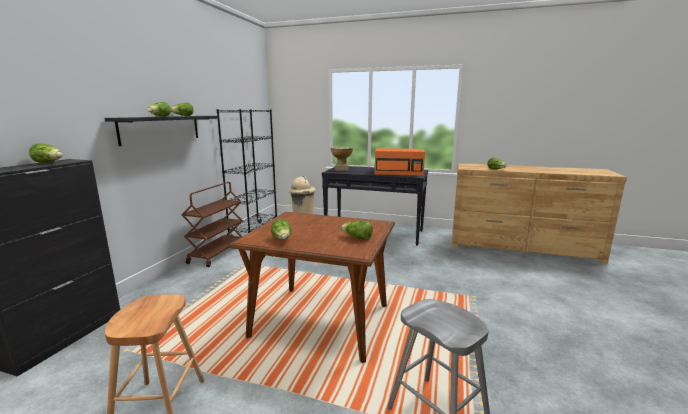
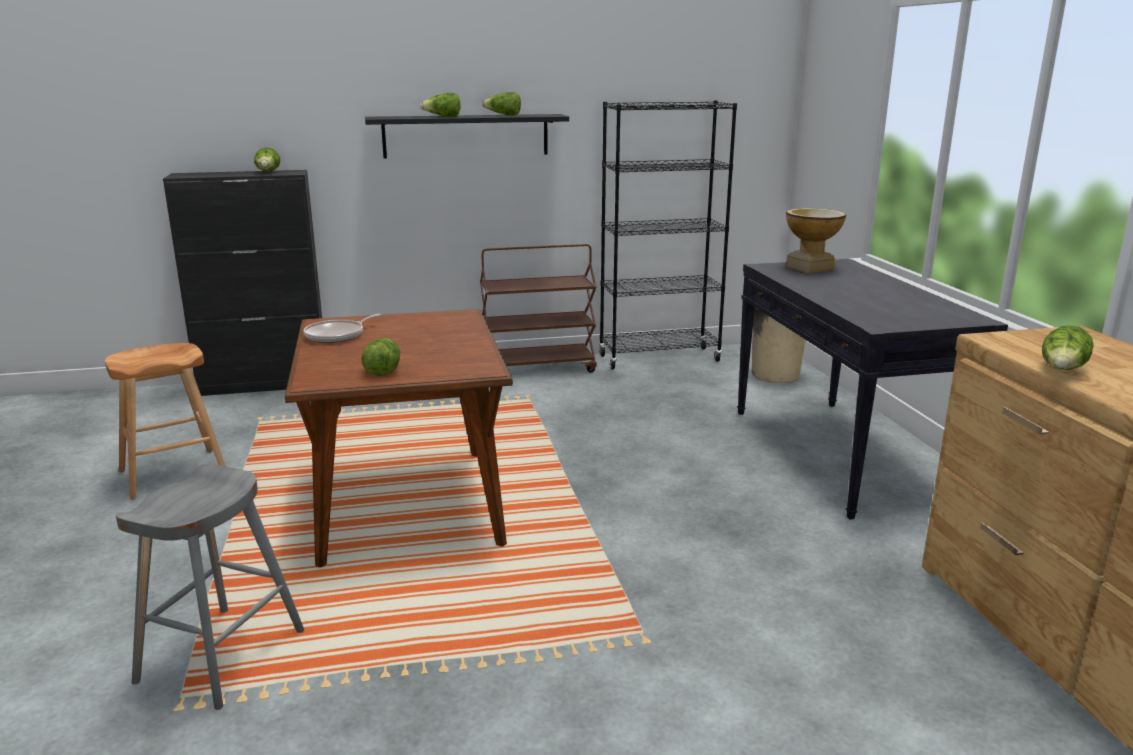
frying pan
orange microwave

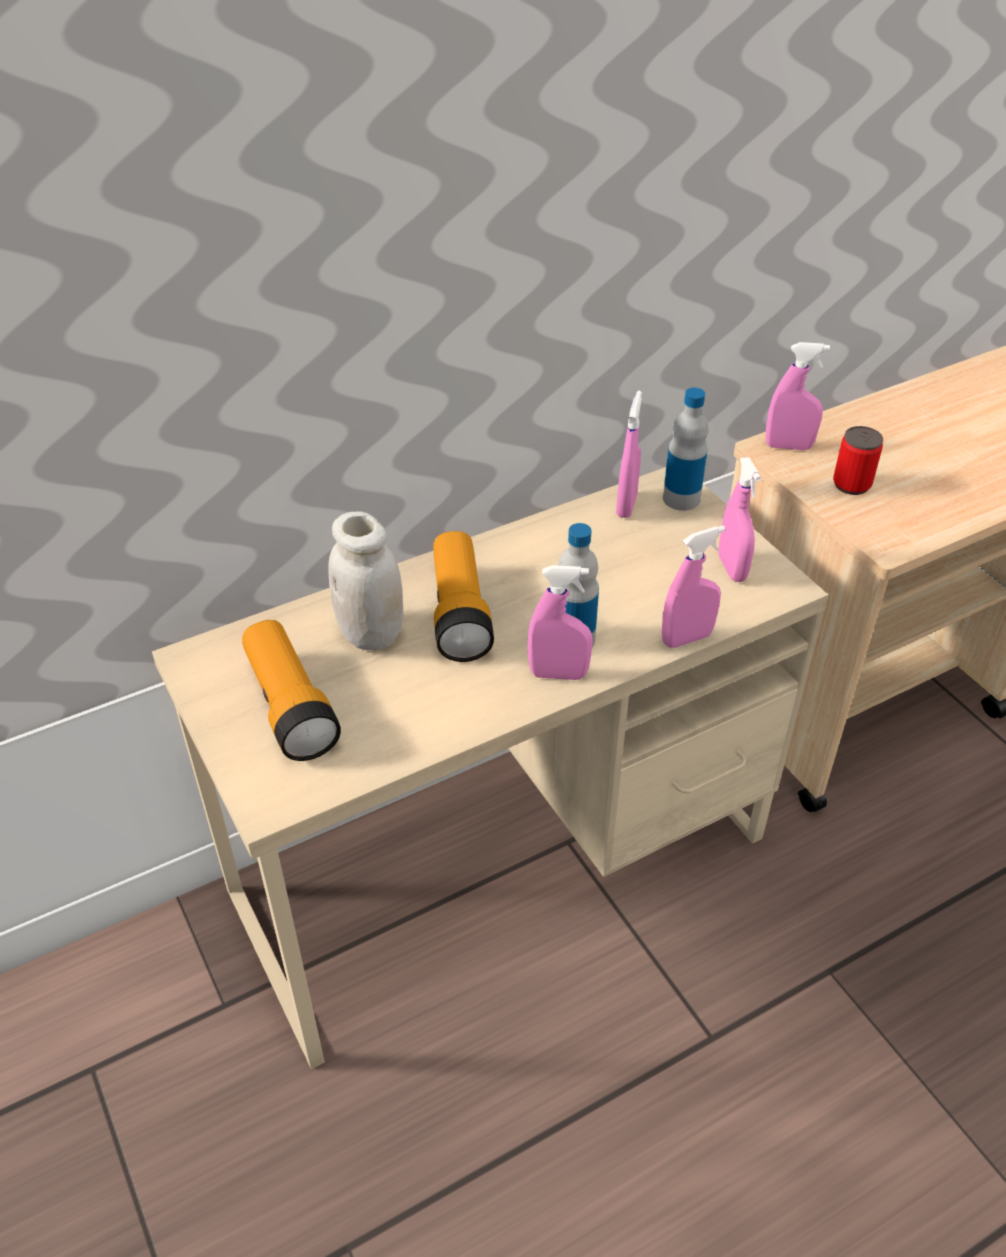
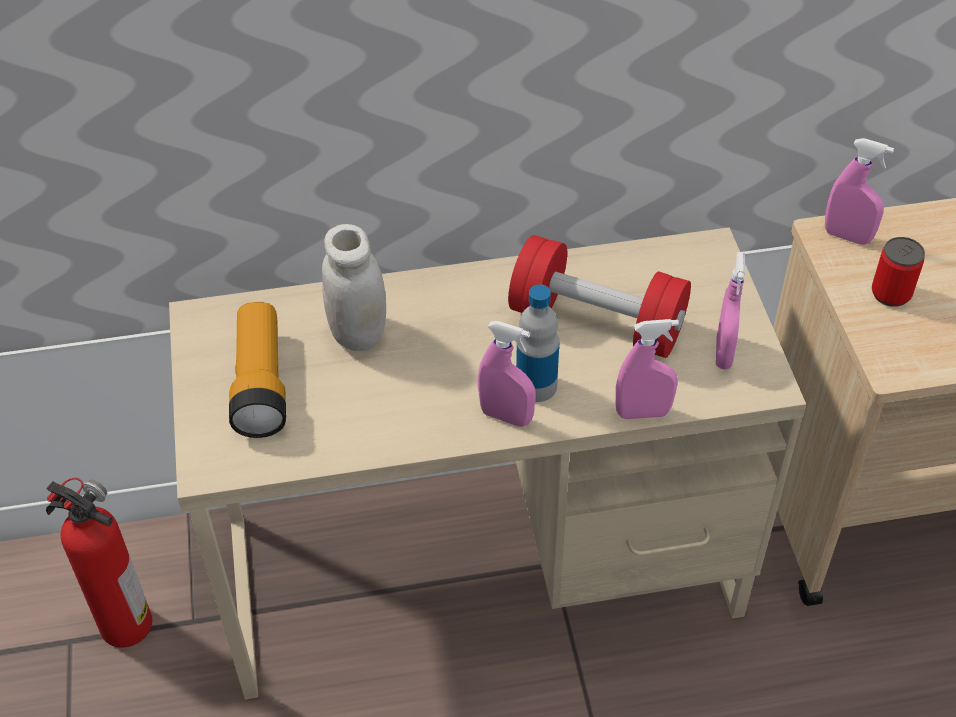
flashlight (2nd from left in the first image)
pink spray bottle (2nd from left in the first image)
bottle (2nd from left in the first image)
fire extinguisher
red dumbbell

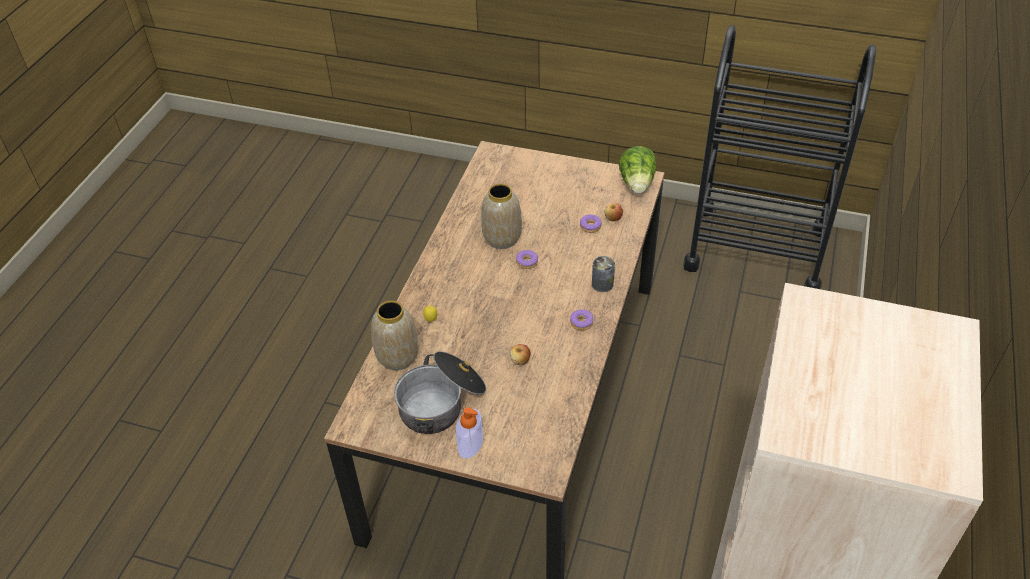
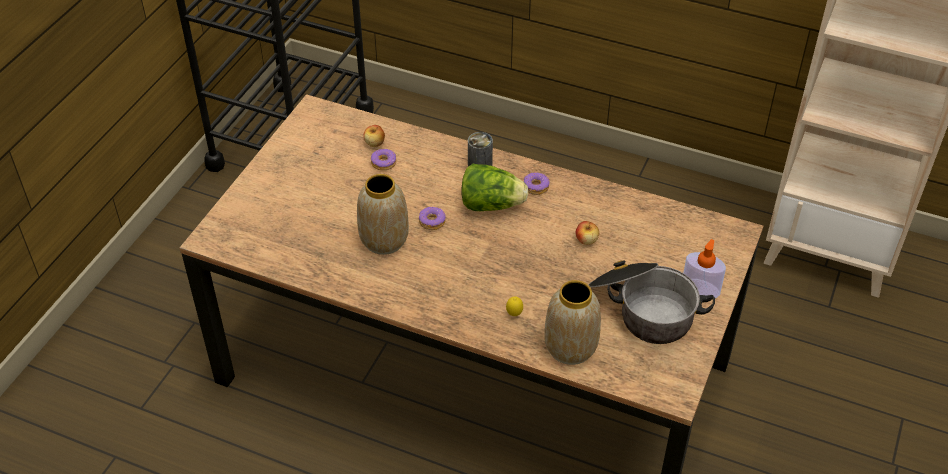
lettuce

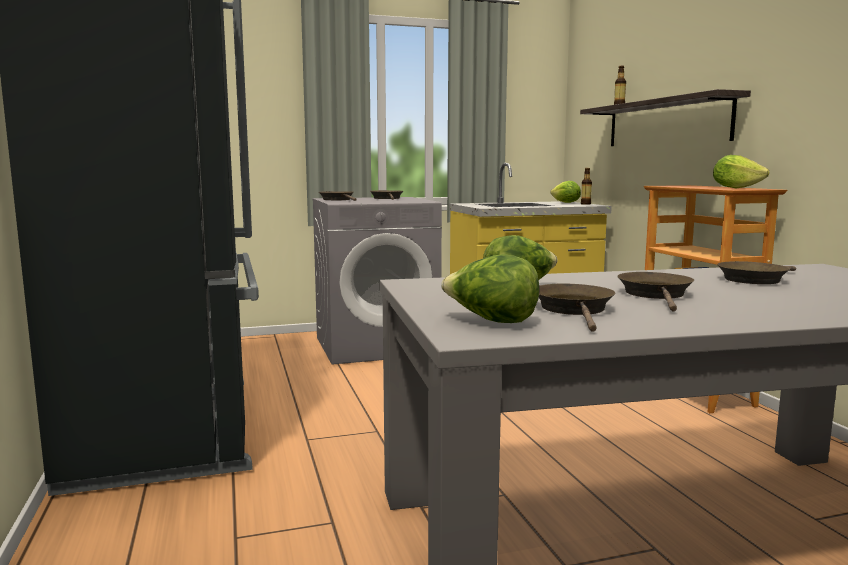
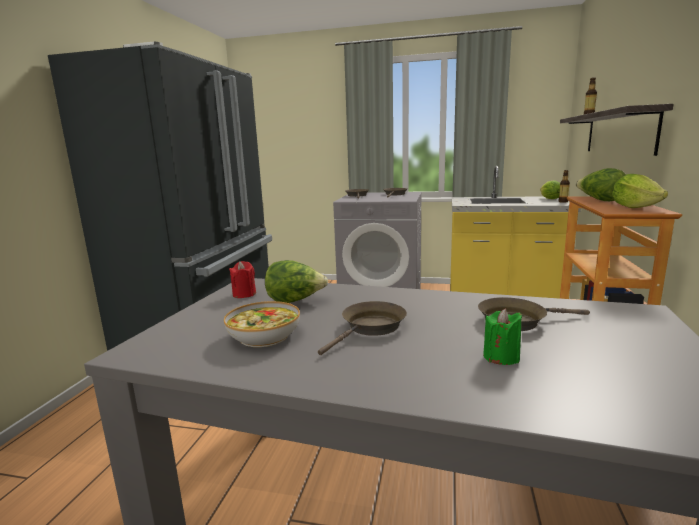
lettuce (3rd from left)
bowl
red candle
green candle

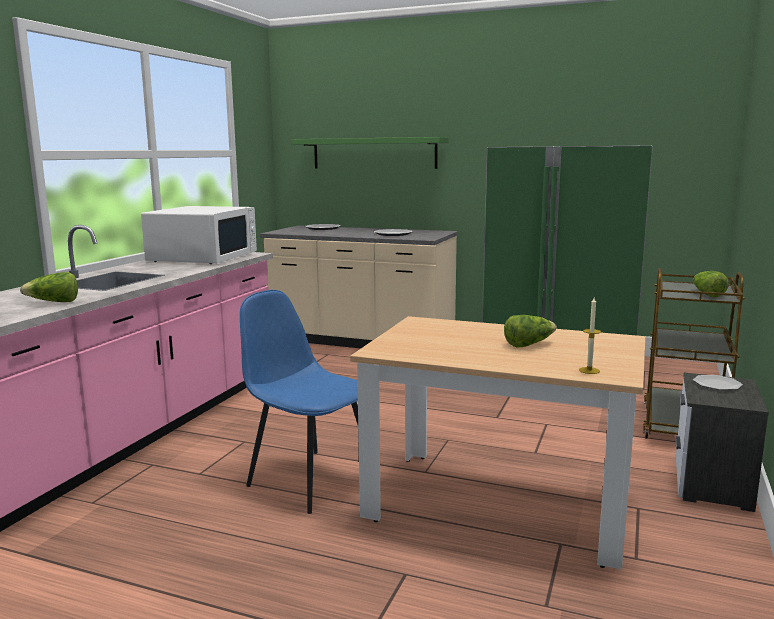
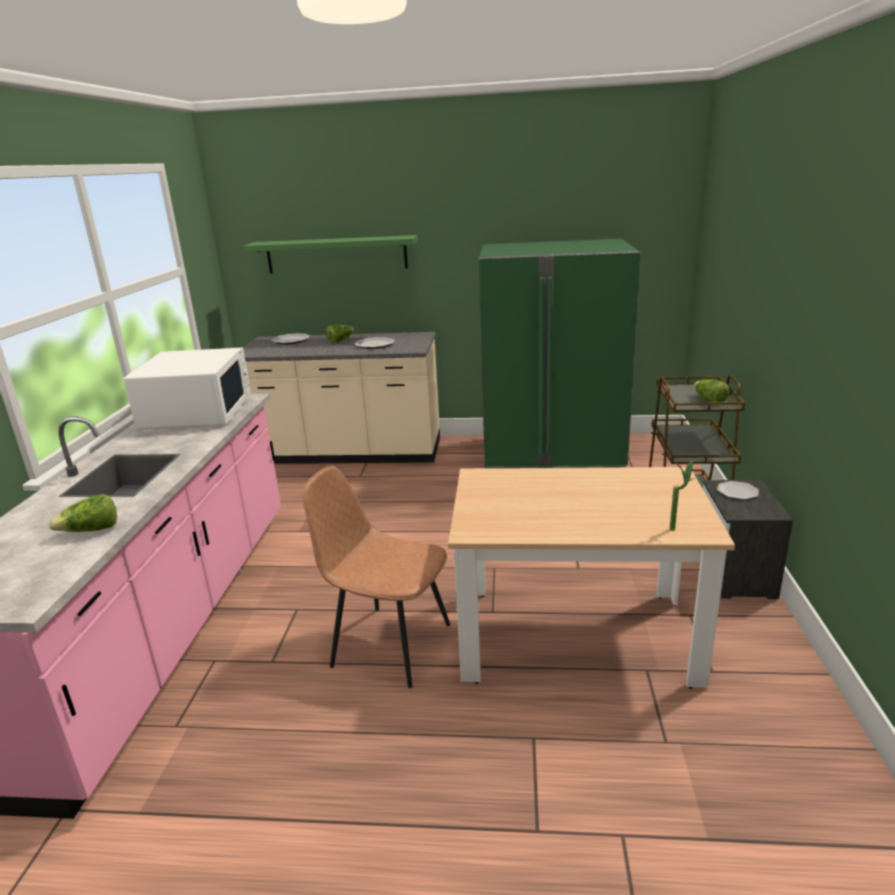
brown chair
lettuce (2nd from left)
potted plant

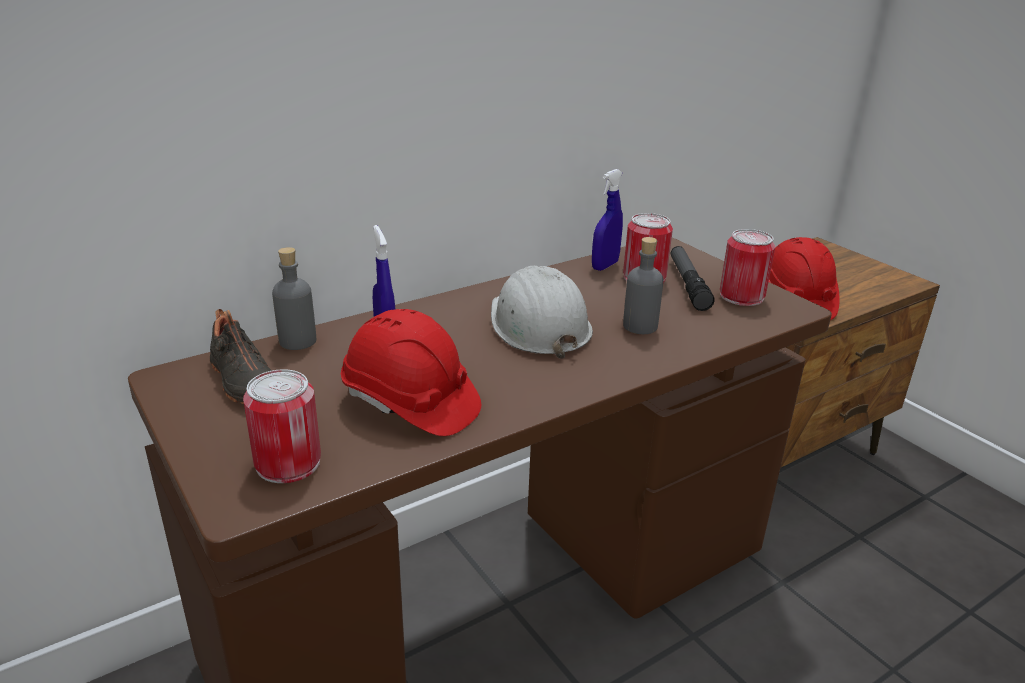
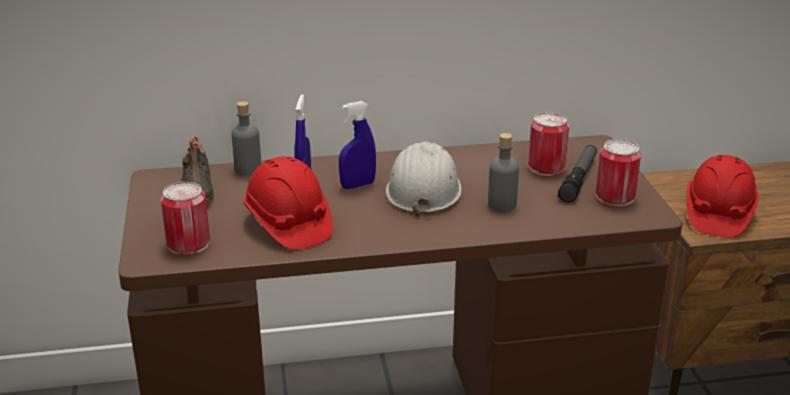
blue spray bottle (2nd from left)

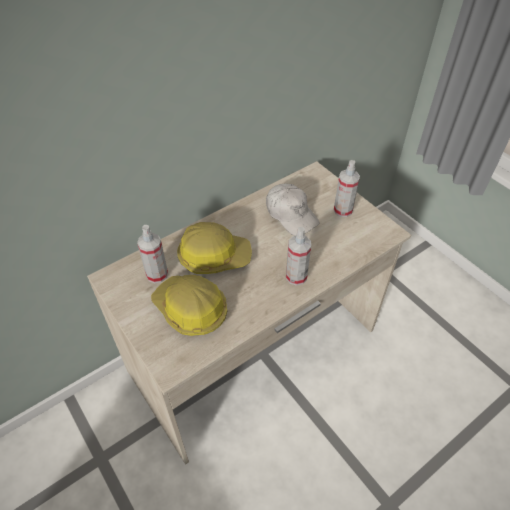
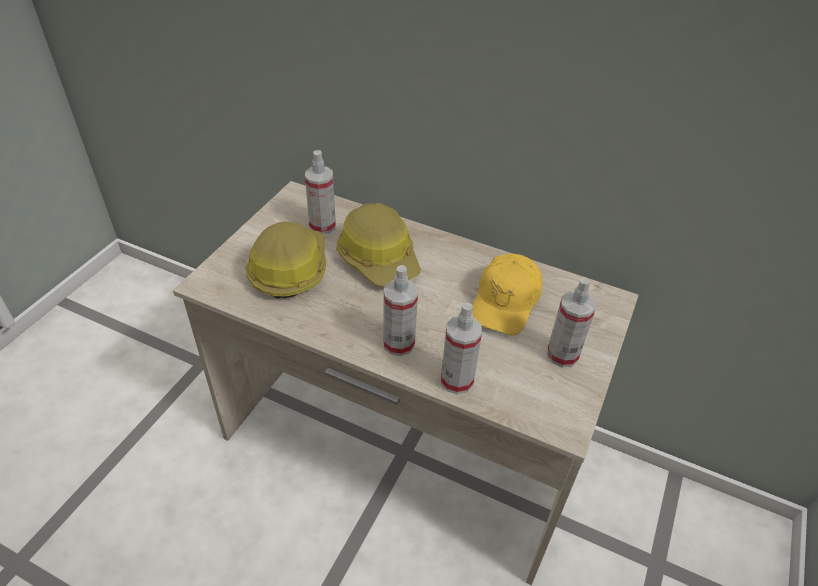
yellow cap
spray bottle (3rd from left)

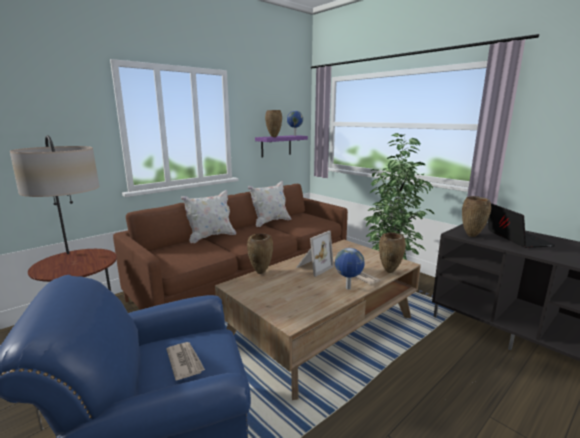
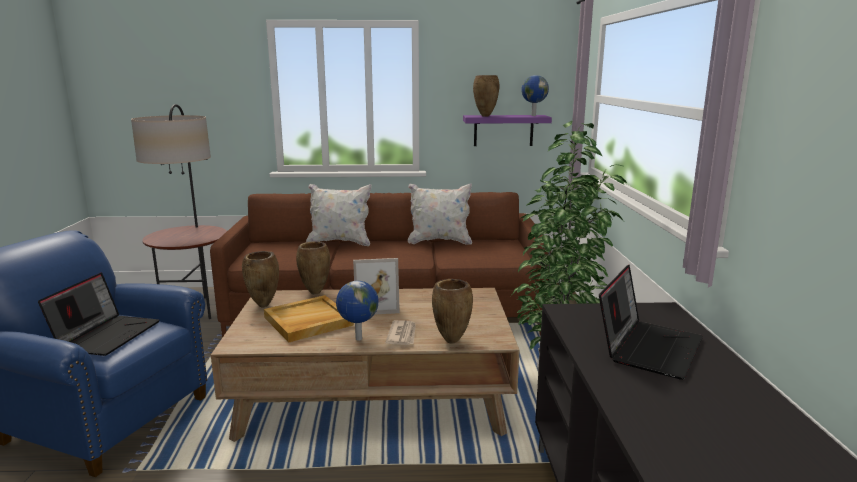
laptop (1st from left)
brown vase (1st from left)
beige tray

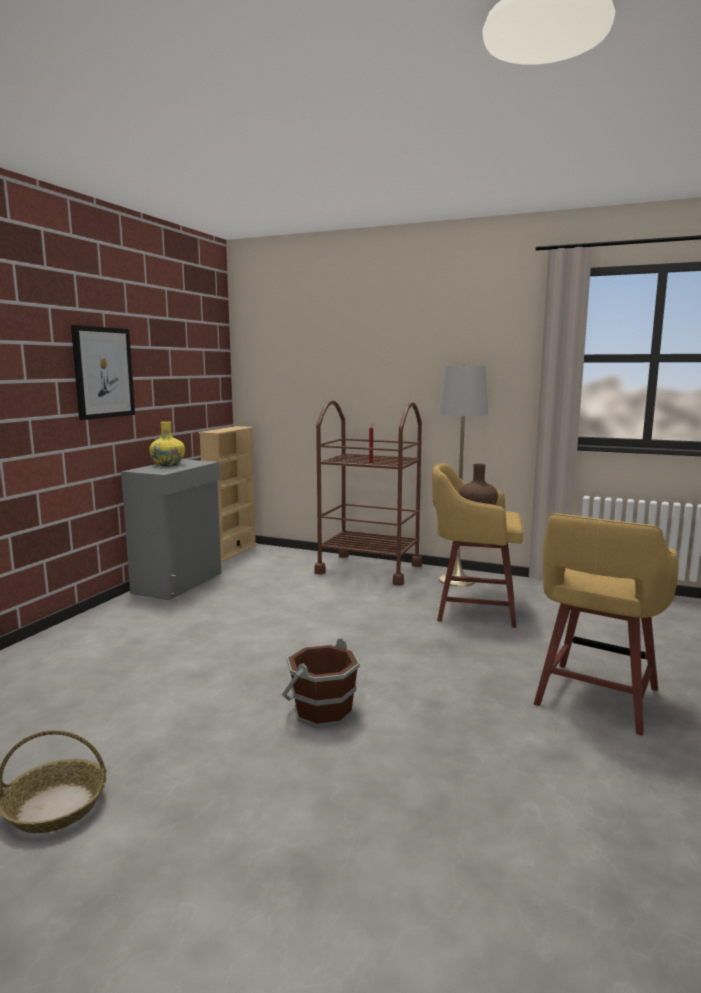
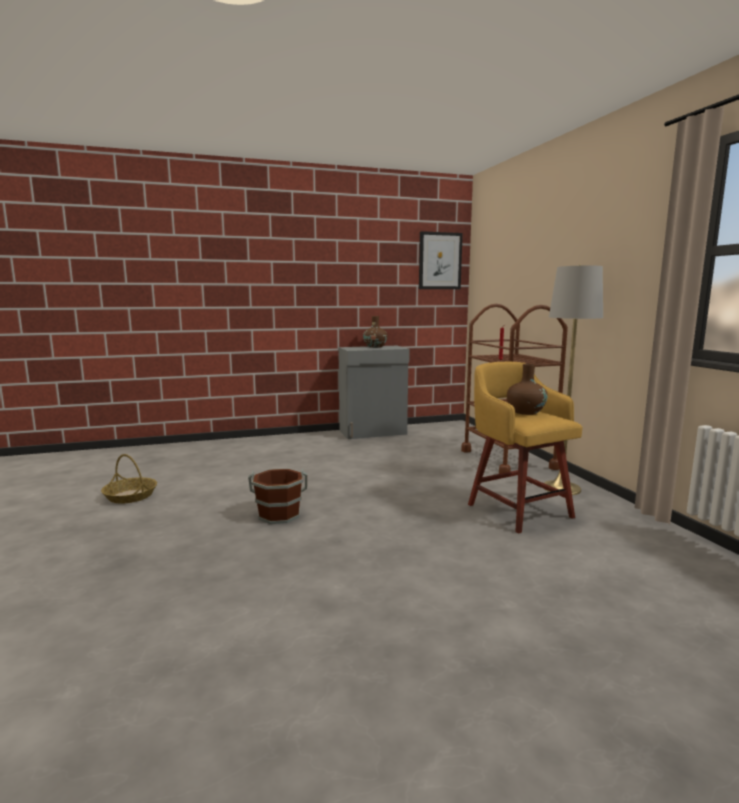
picture
brown vase (1st from left)
beige bookcase
yellow stool (2nd from left in the first image)

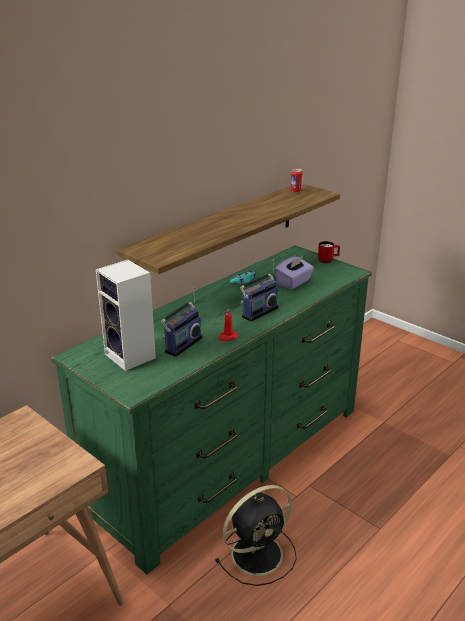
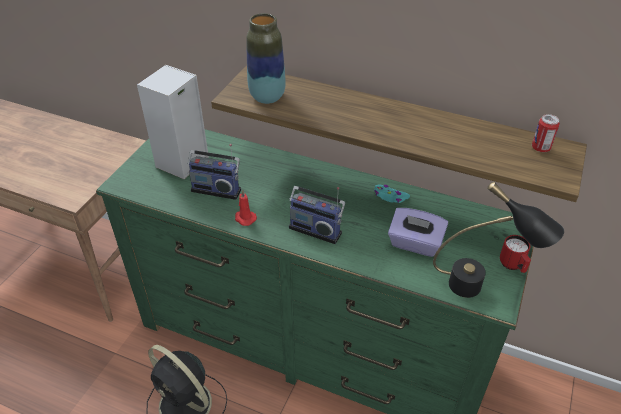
vase
black table lamp

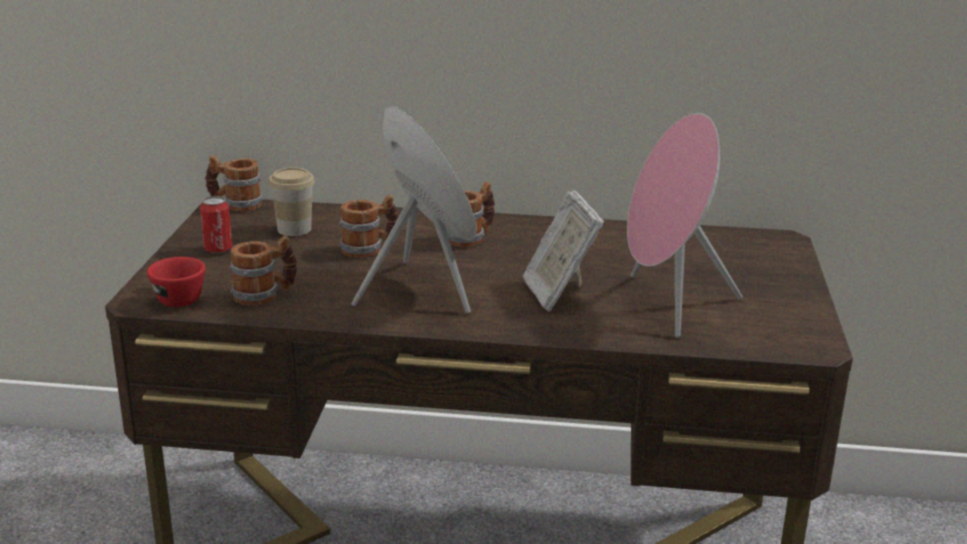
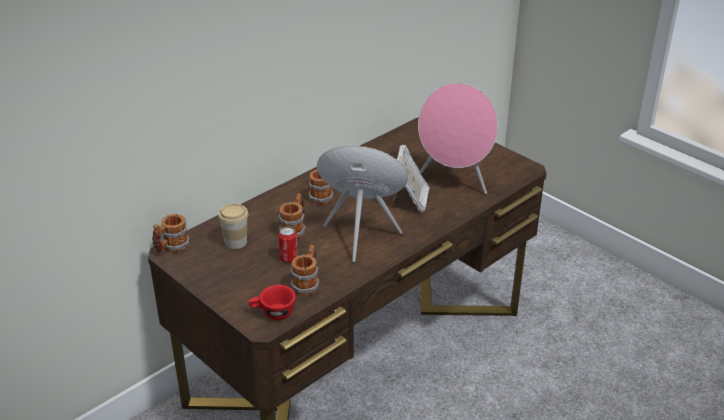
can
picture frame

